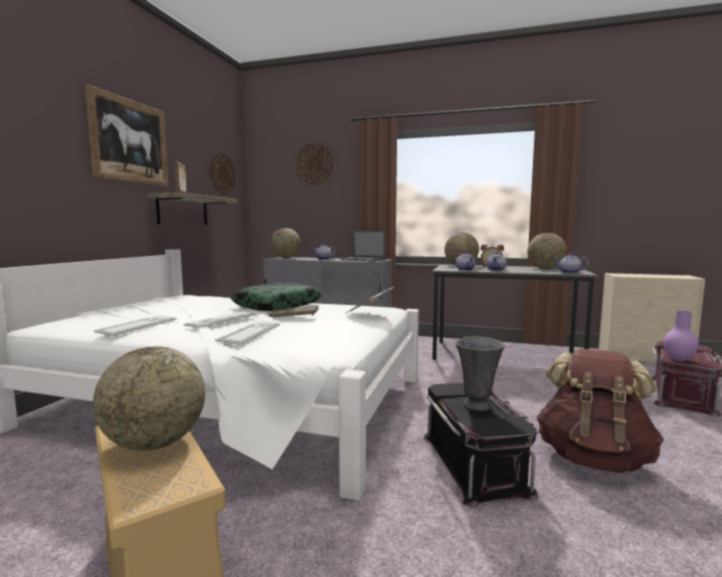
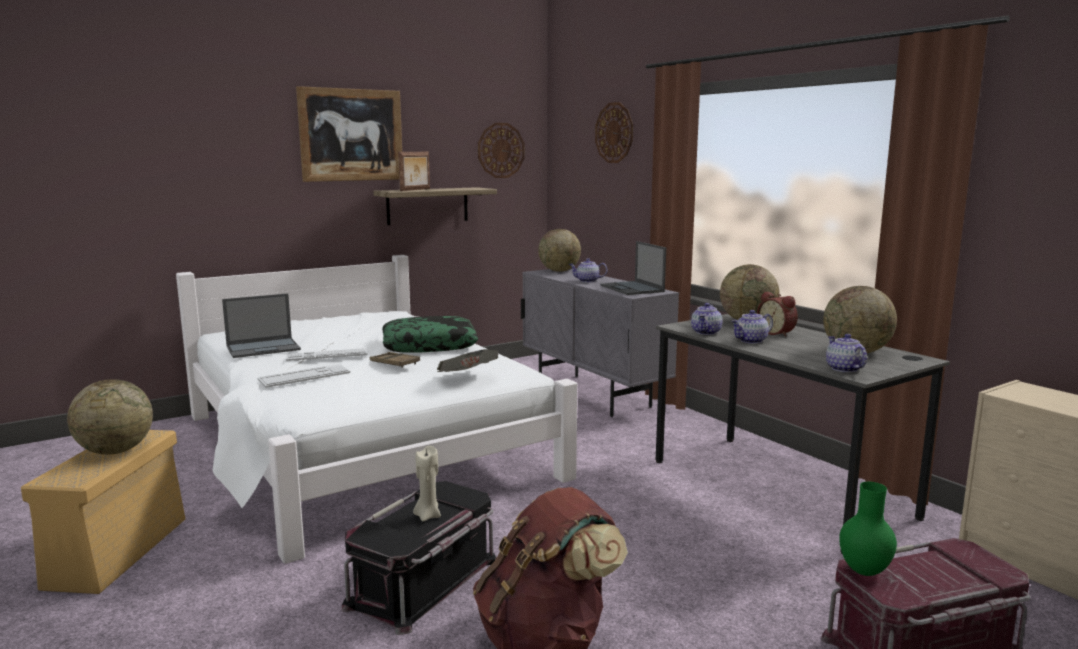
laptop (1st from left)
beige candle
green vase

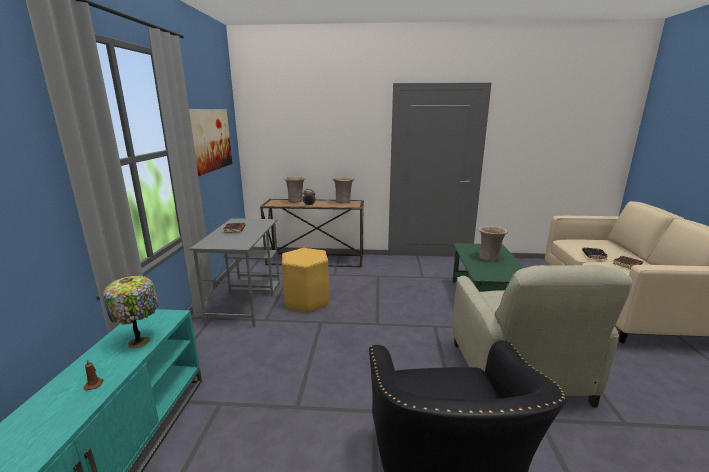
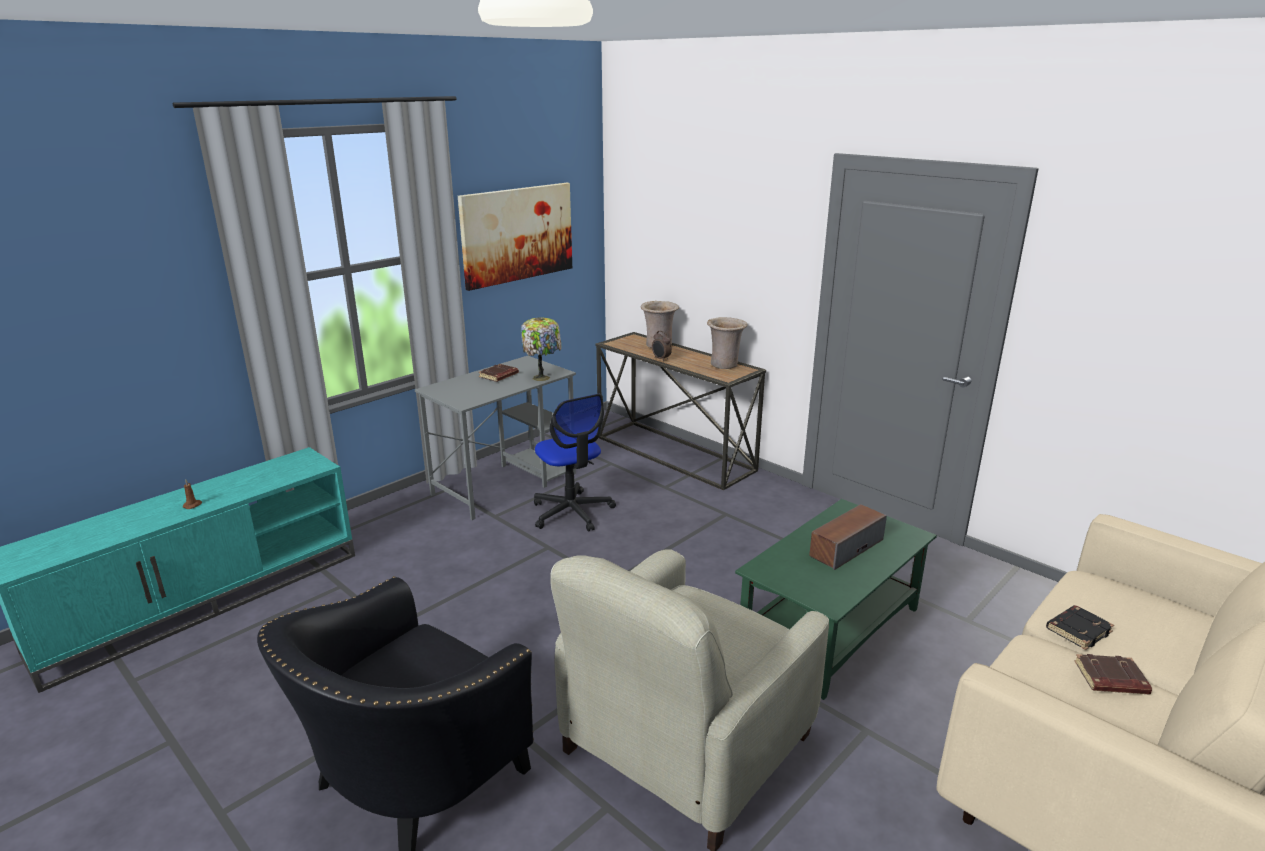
table lamp
office chair
speaker

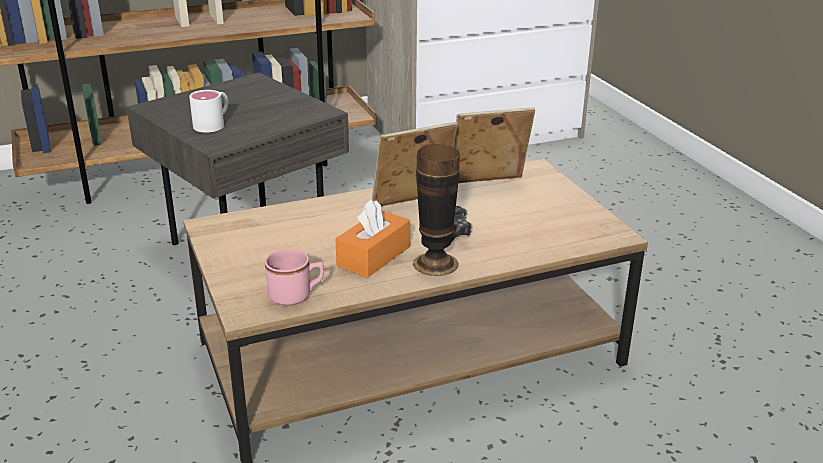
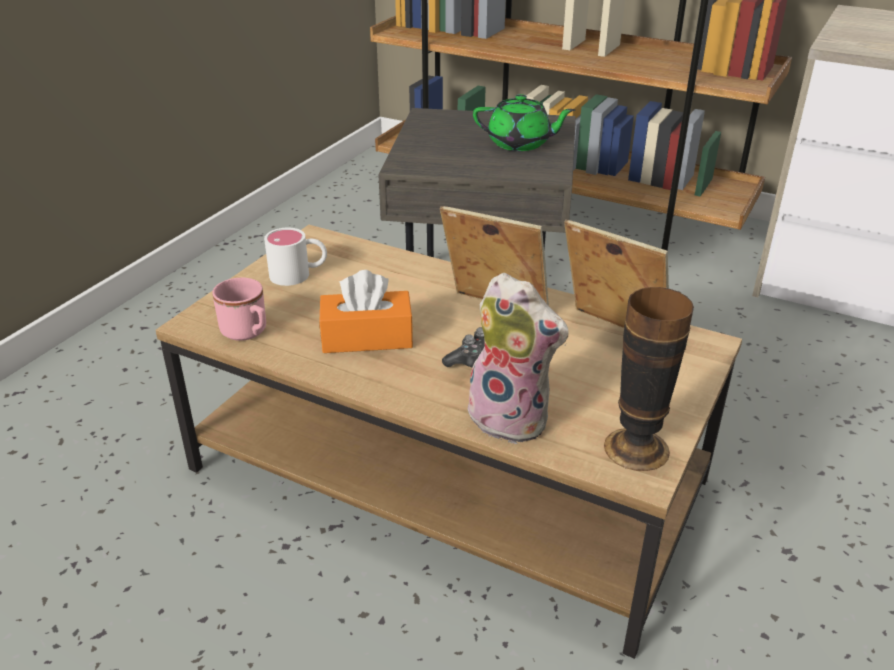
white mug
vase
plush toy
green teapot

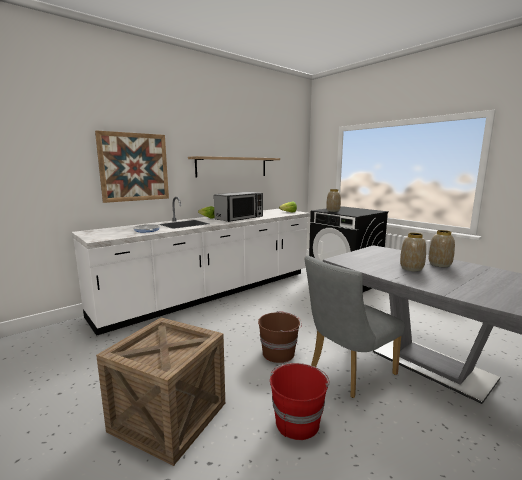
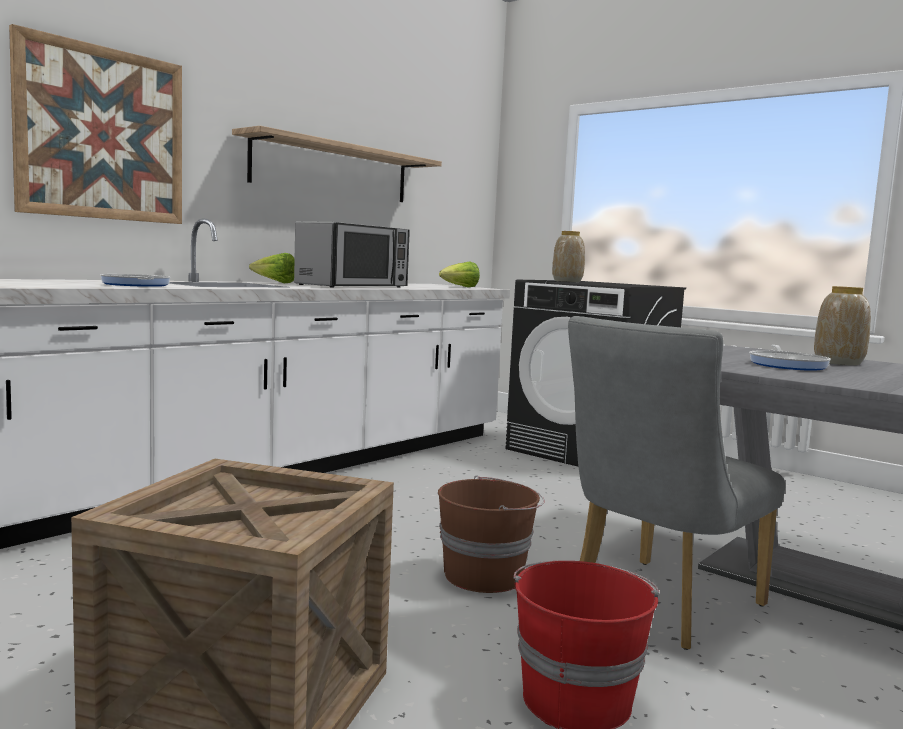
frying pan (2nd from left)

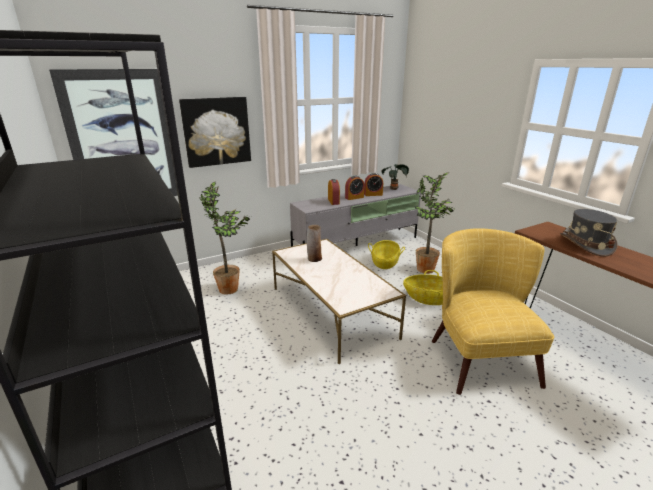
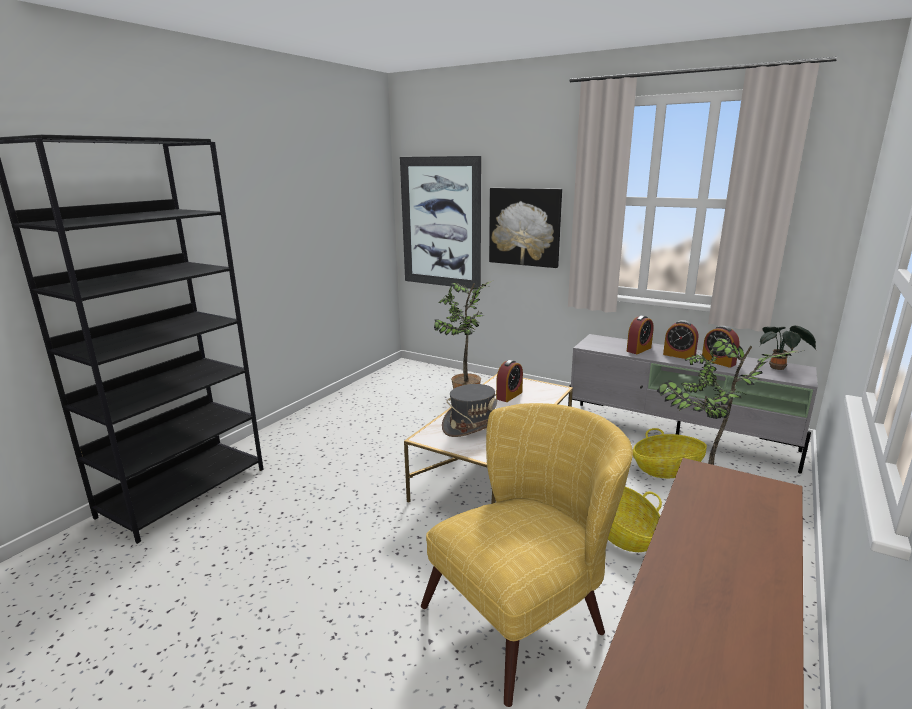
alarm clock (1st from left)
grey hat

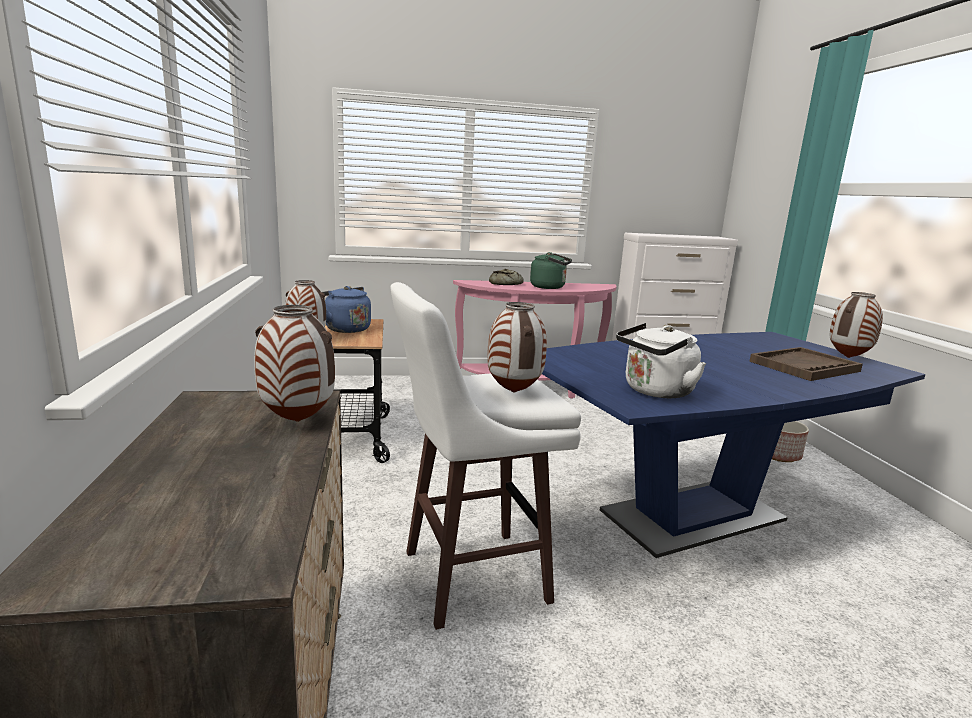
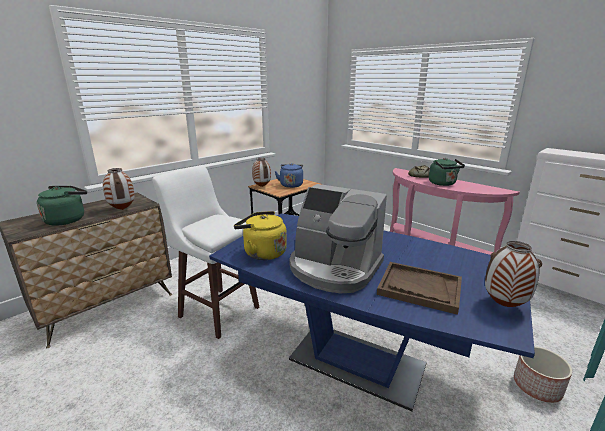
vase (3rd from left in the first image)
yellow kettle
green kettle (1st from left)
coffee machine

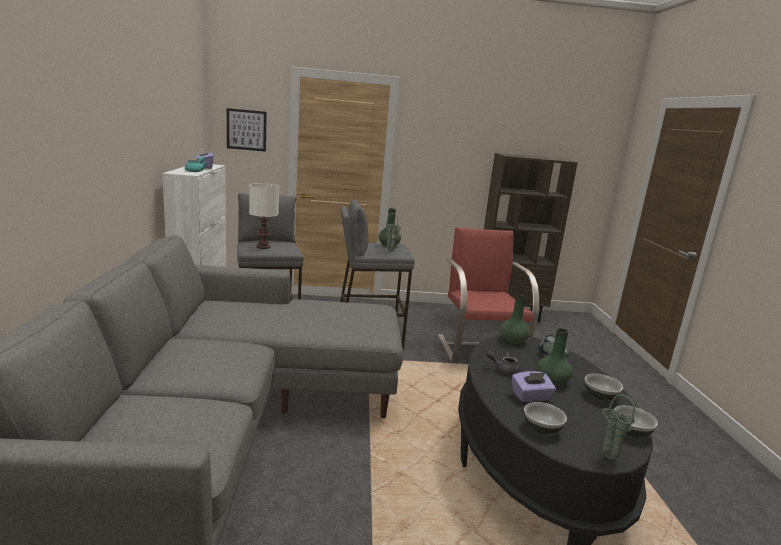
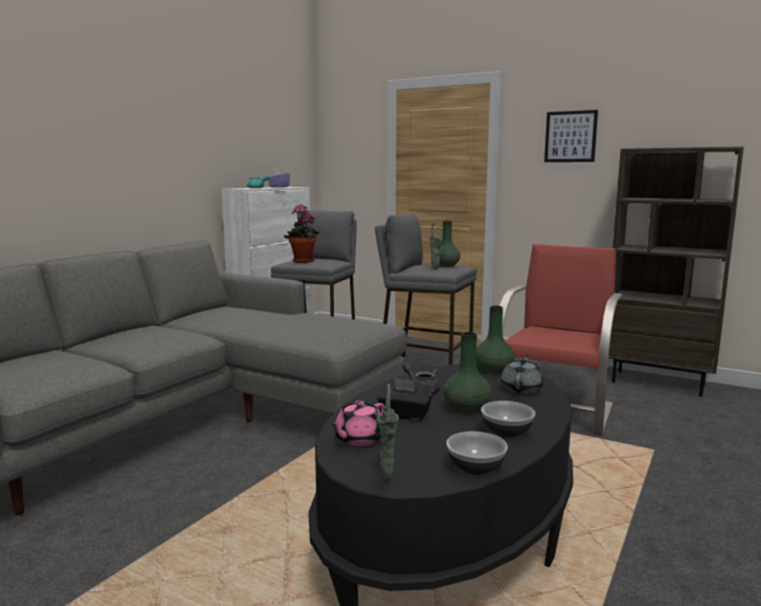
picture
potted plant
black tissue box
pink teapot

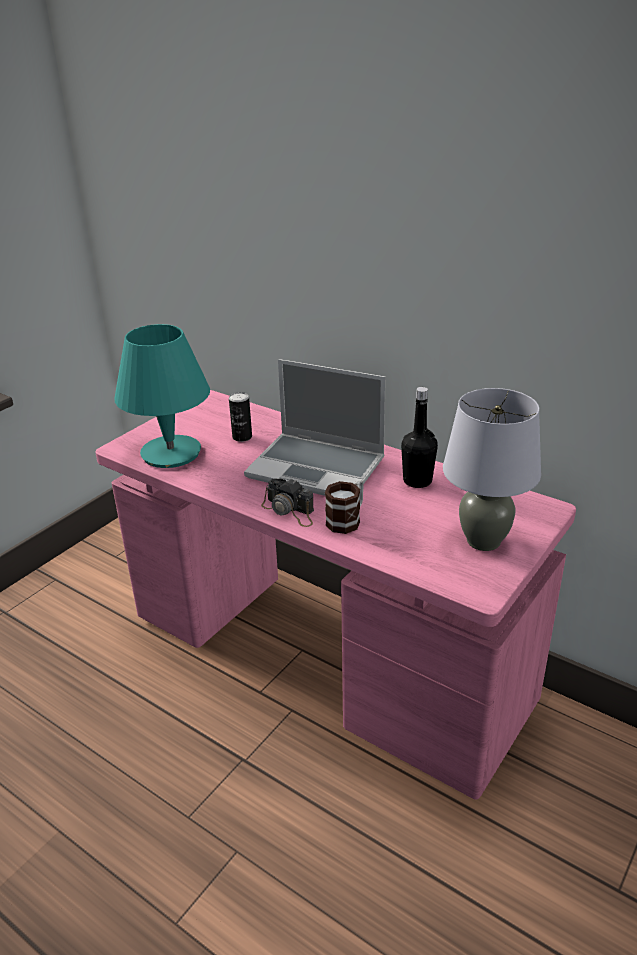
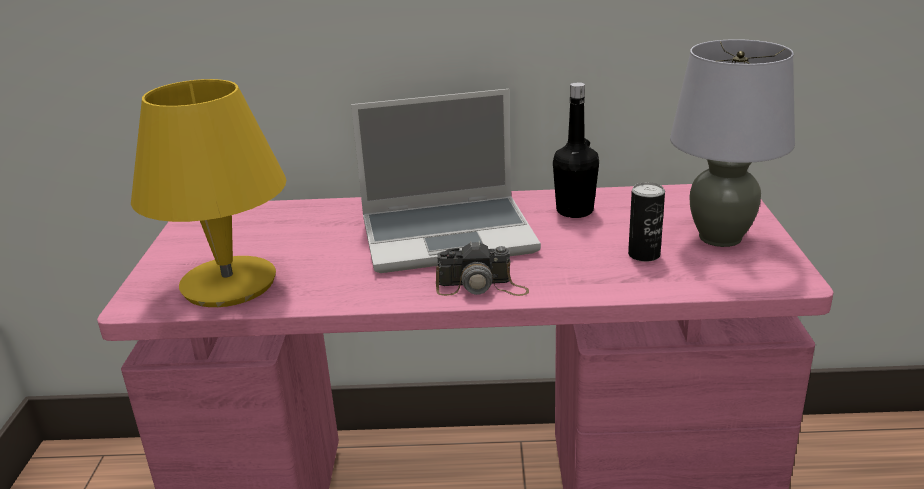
yellow table lamp
can
mug

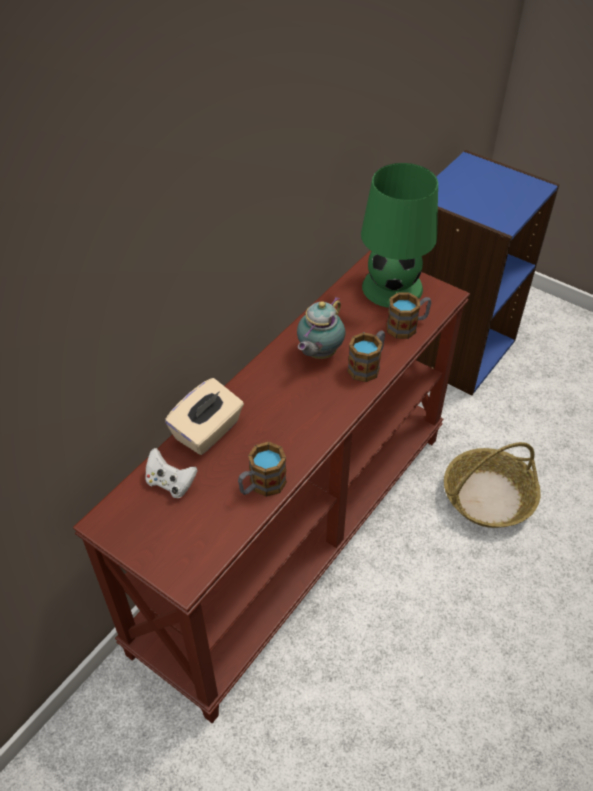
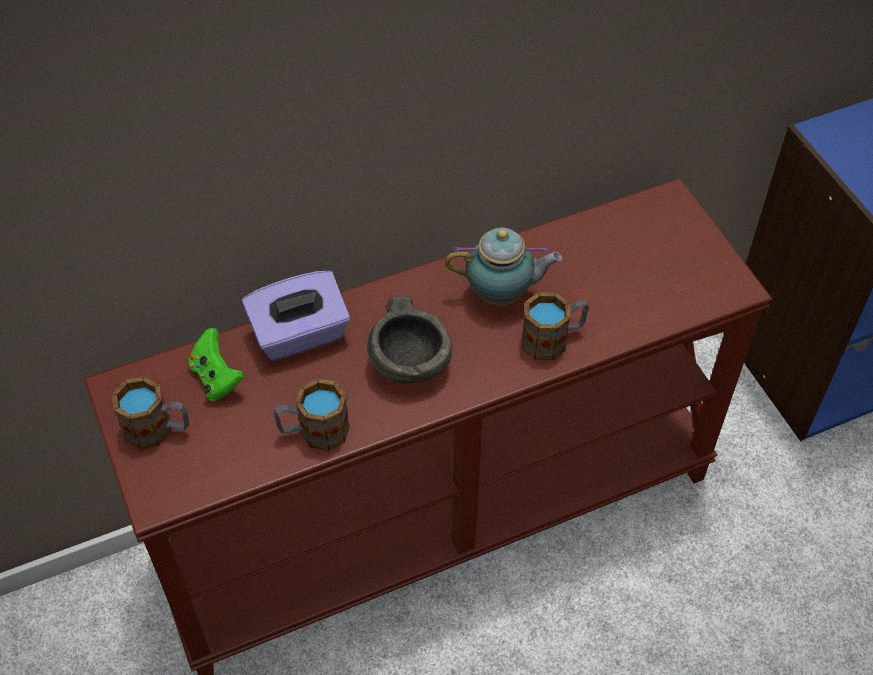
green game controller
purple tissue box
teapot
green table lamp
mug (1st from left)
basket
grey bowl

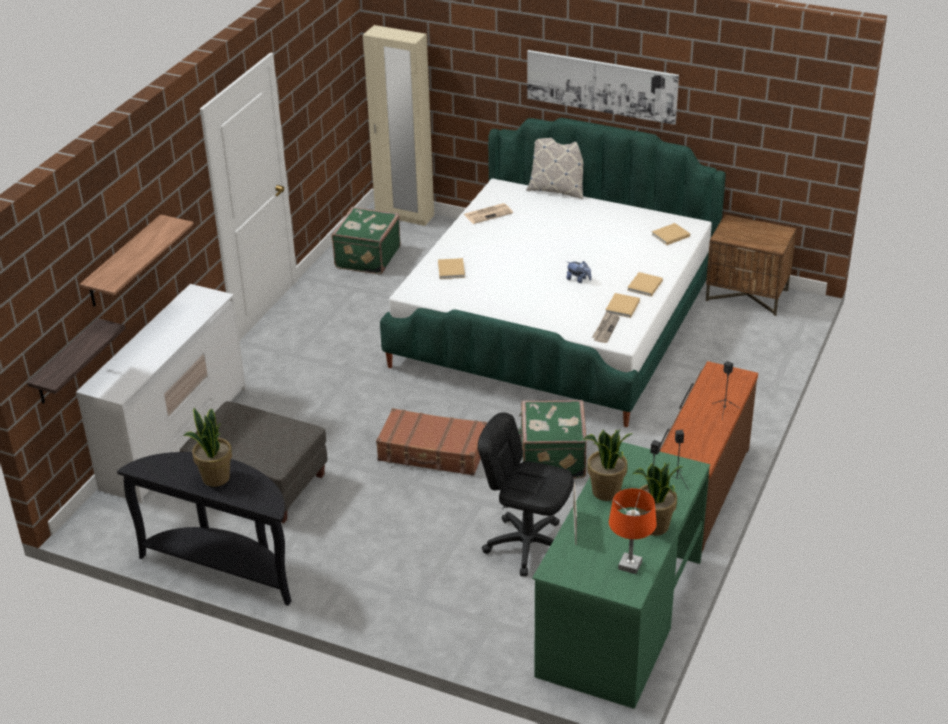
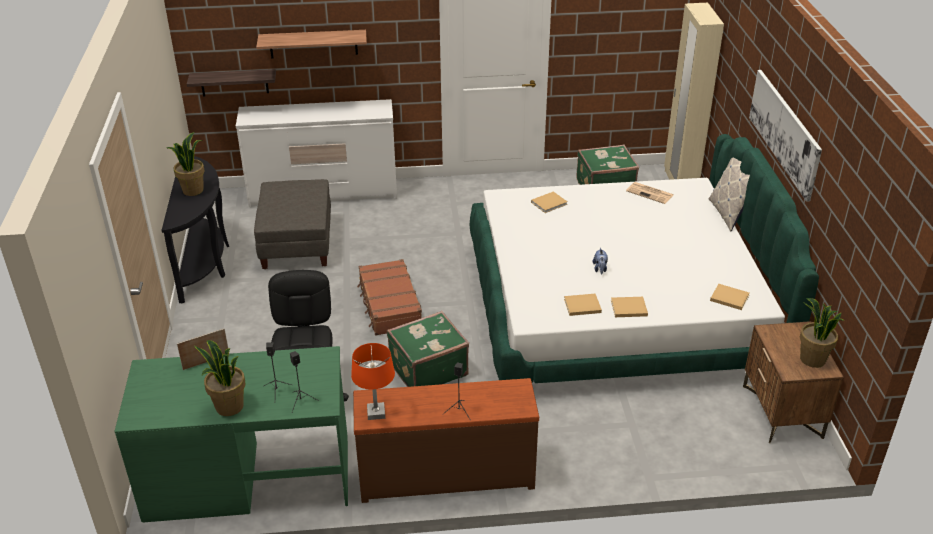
potted plant (3rd from left)
newspaper (2nd from left in the first image)
orange table lamp

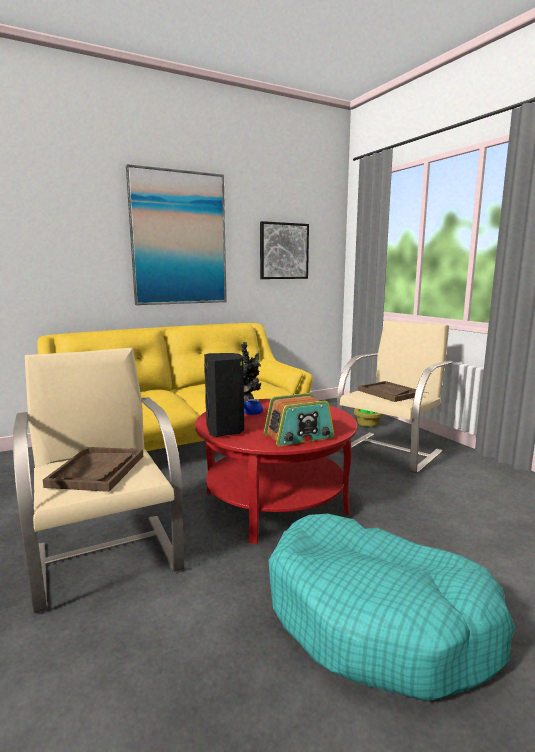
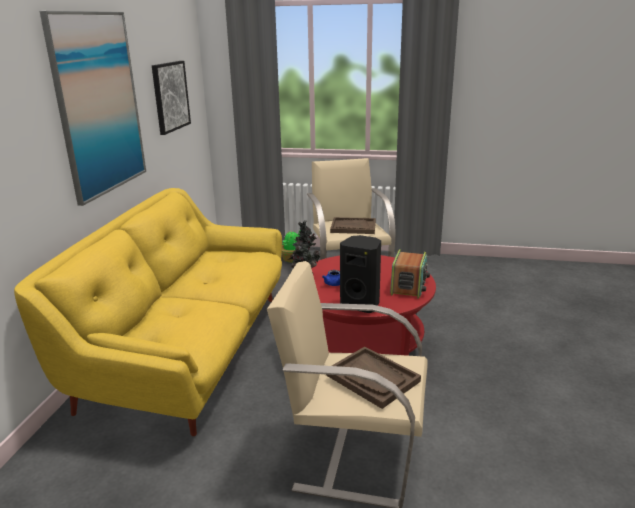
turquoise dog bed

